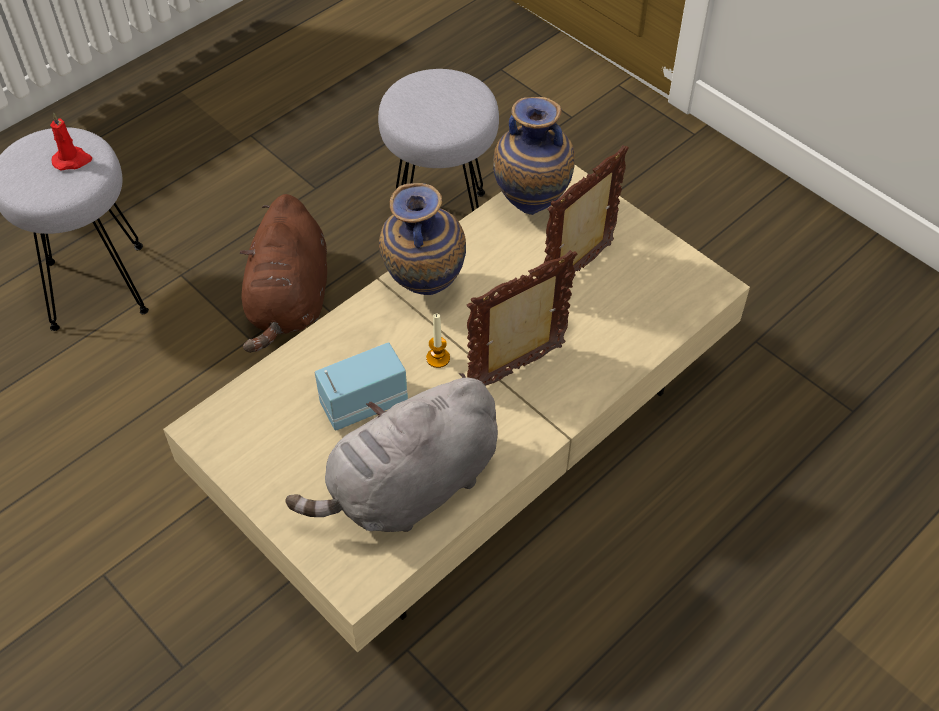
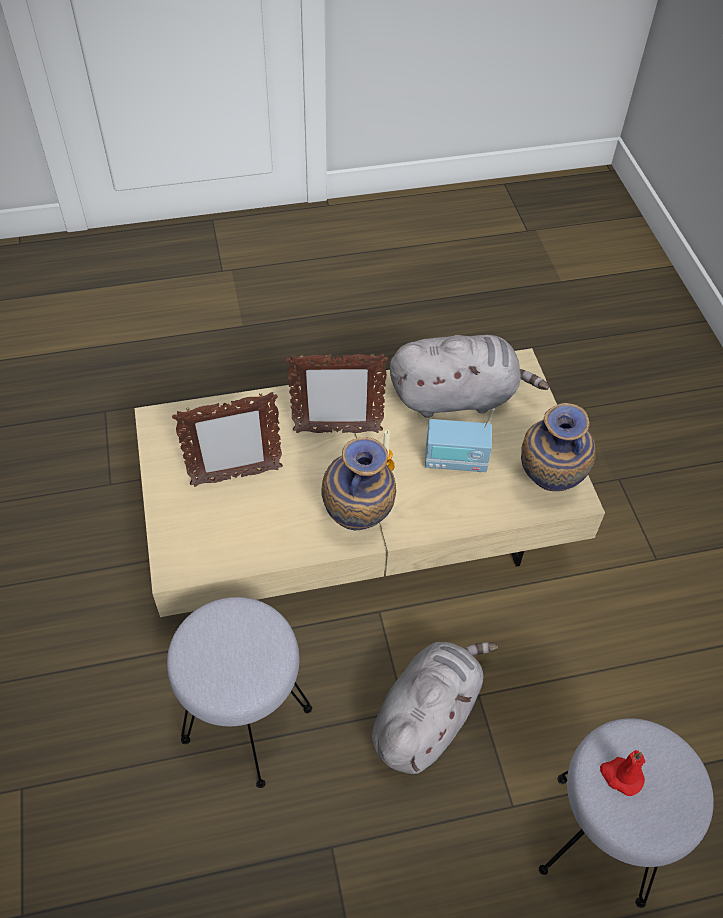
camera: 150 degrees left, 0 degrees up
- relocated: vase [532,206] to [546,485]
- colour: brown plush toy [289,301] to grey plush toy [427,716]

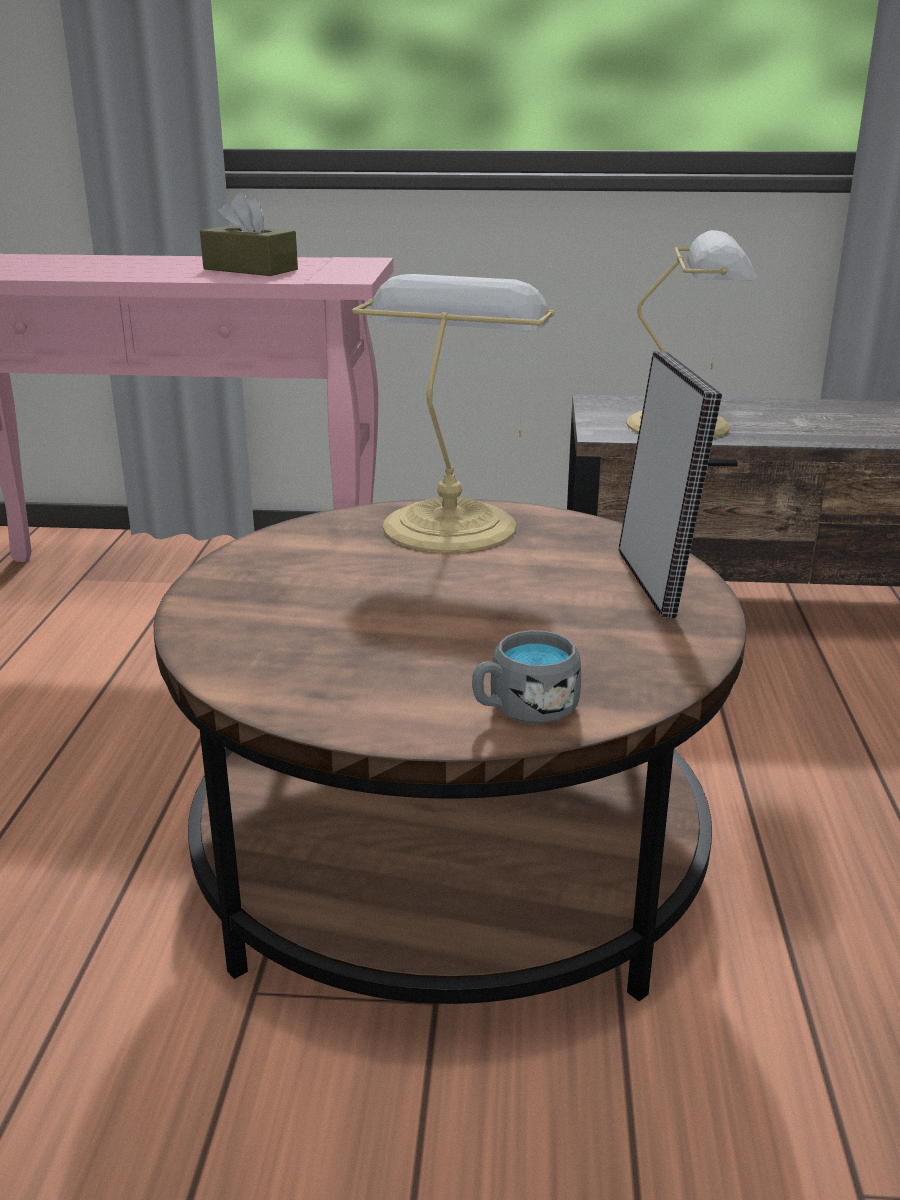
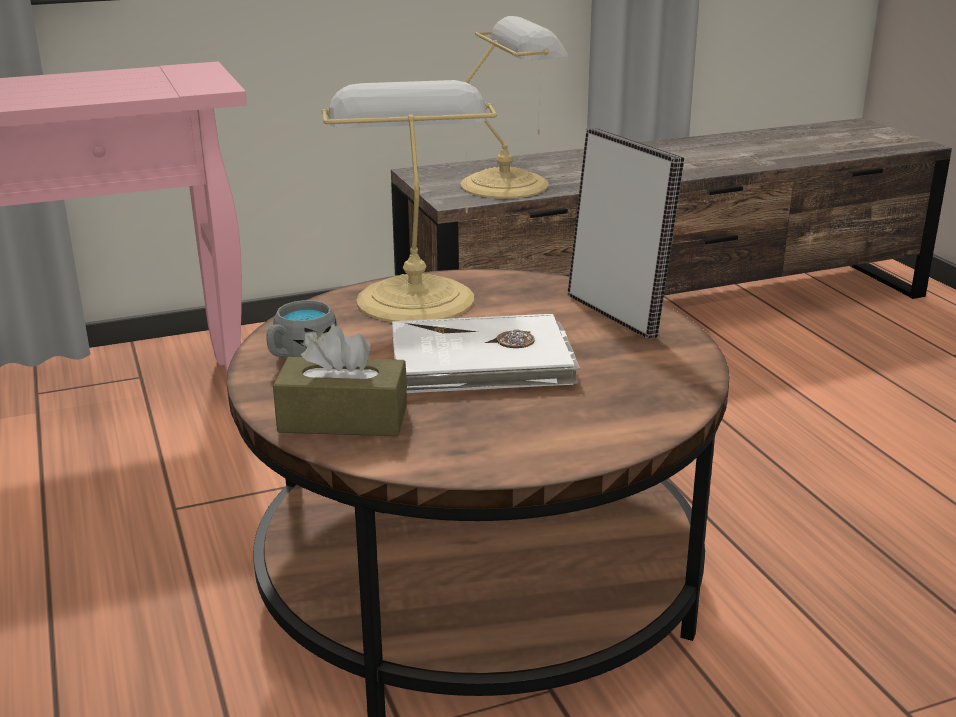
camera: 25 degrees left, 0 degrees up
- appeared: white book [482,363]
- relocated: brown tissue box [250,269] to [343,419]
- relocated: grey mug [523,709] to [300,356]

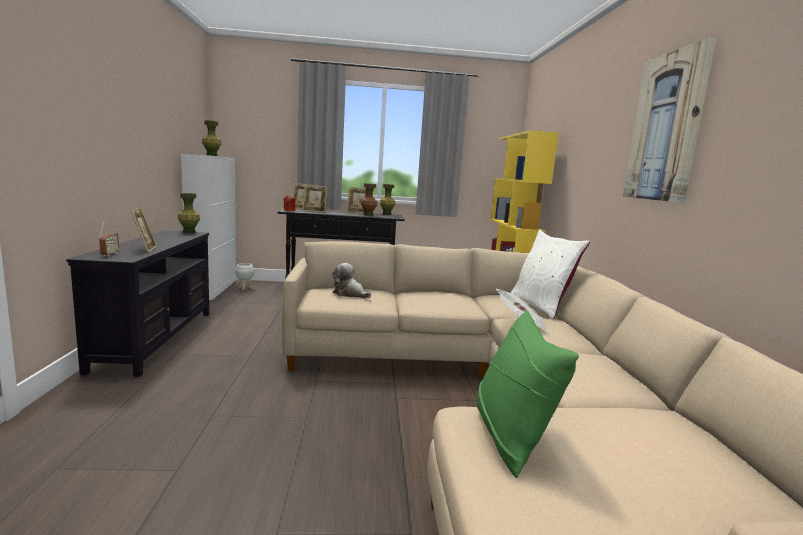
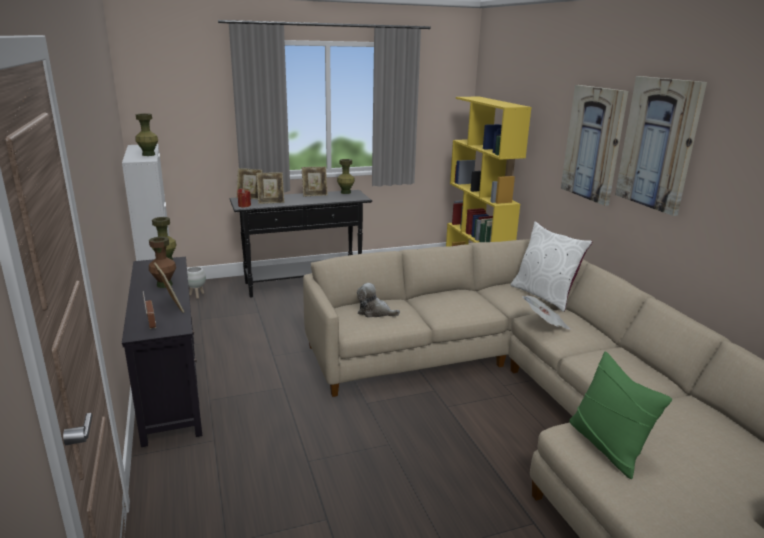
camera: 15 degrees left, 10 degrees up
- appeared: picture [593,143]
- relocated: brown vase [368,215] to [164,285]

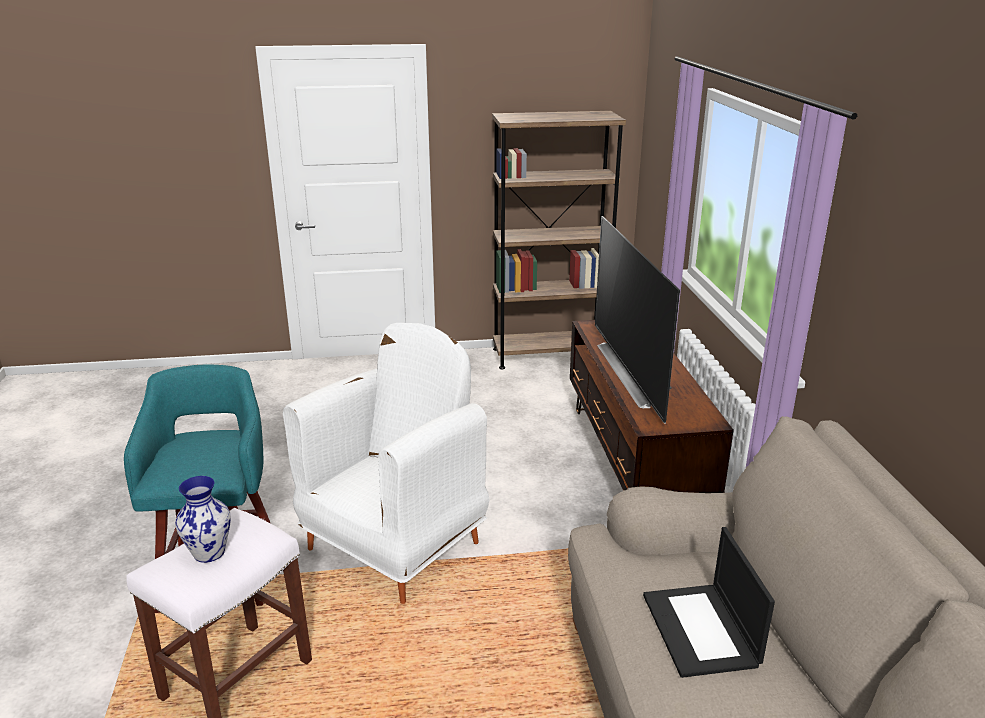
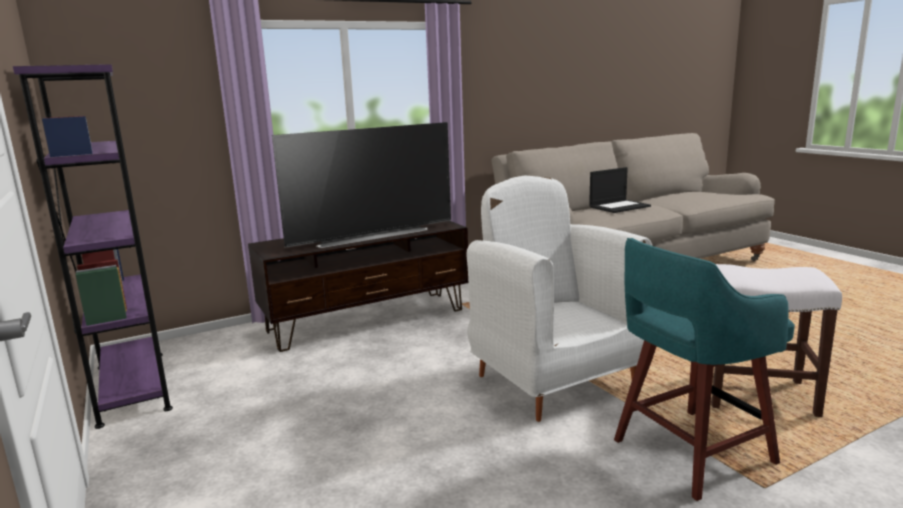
camera: 110 degrees left, 10 degrees down
- missing: vase [209,552]
- colour: brown bookcase [549,355] to purple bookcase [132,387]
- spun: white armchair [396,544] = [554,380] 45 degrees clockwise

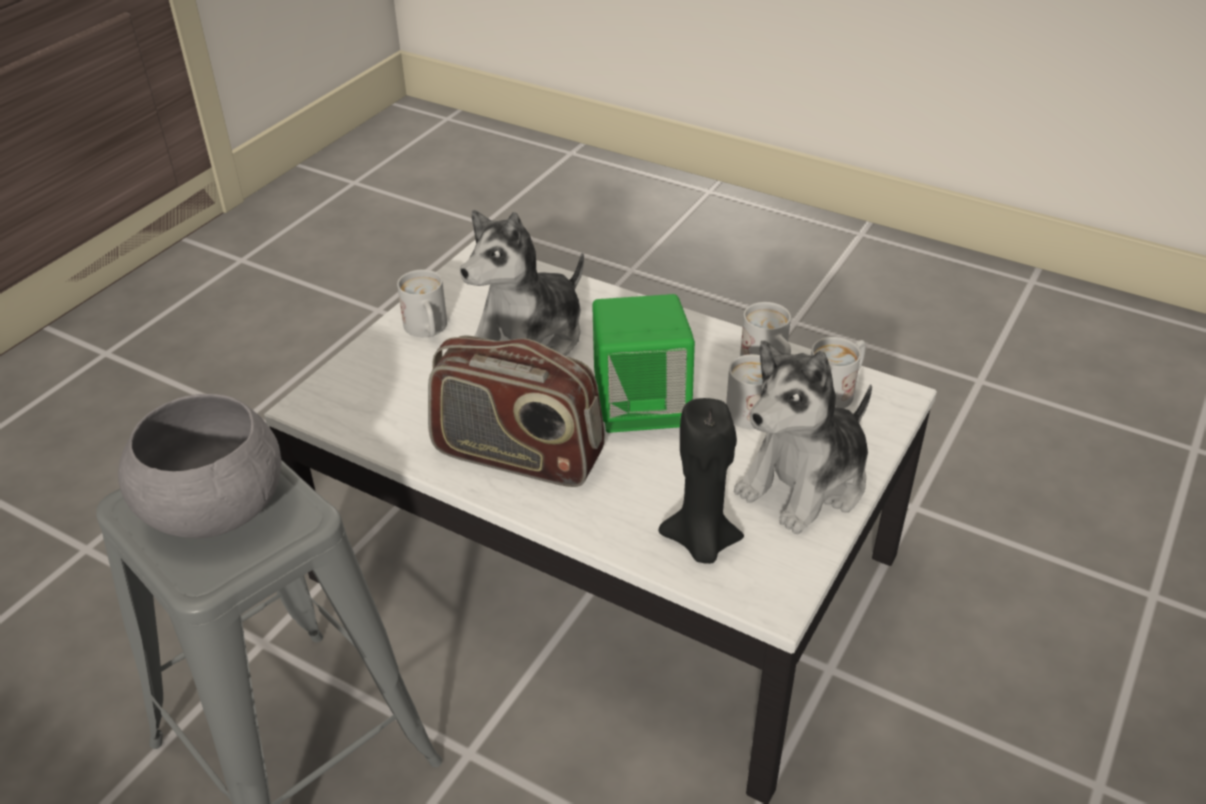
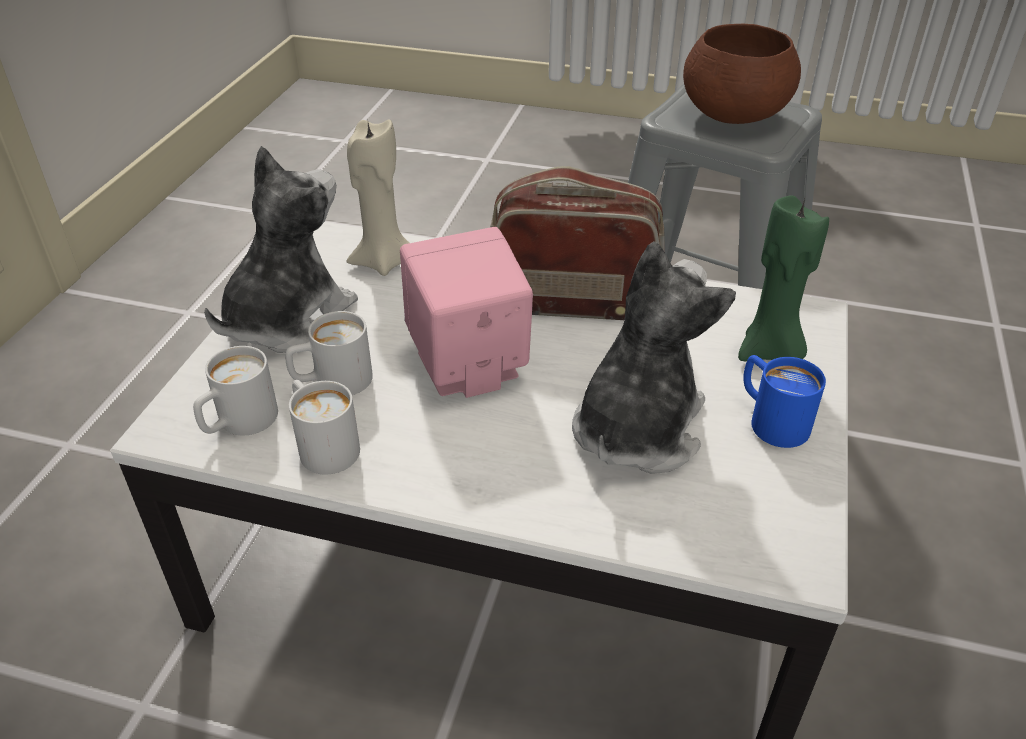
camera: 165 degrees right, 0 degrees up
- appeared: green candle [770,352]
- colour: grey bowl [216,511] to brown bowl [733,116]
- colour: white mug [427,330] to blue mug [770,419]
- colour: green speaker [641,407] to pink speaker [468,366]
- colour: black candle [701,543] to beige candle [383,261]

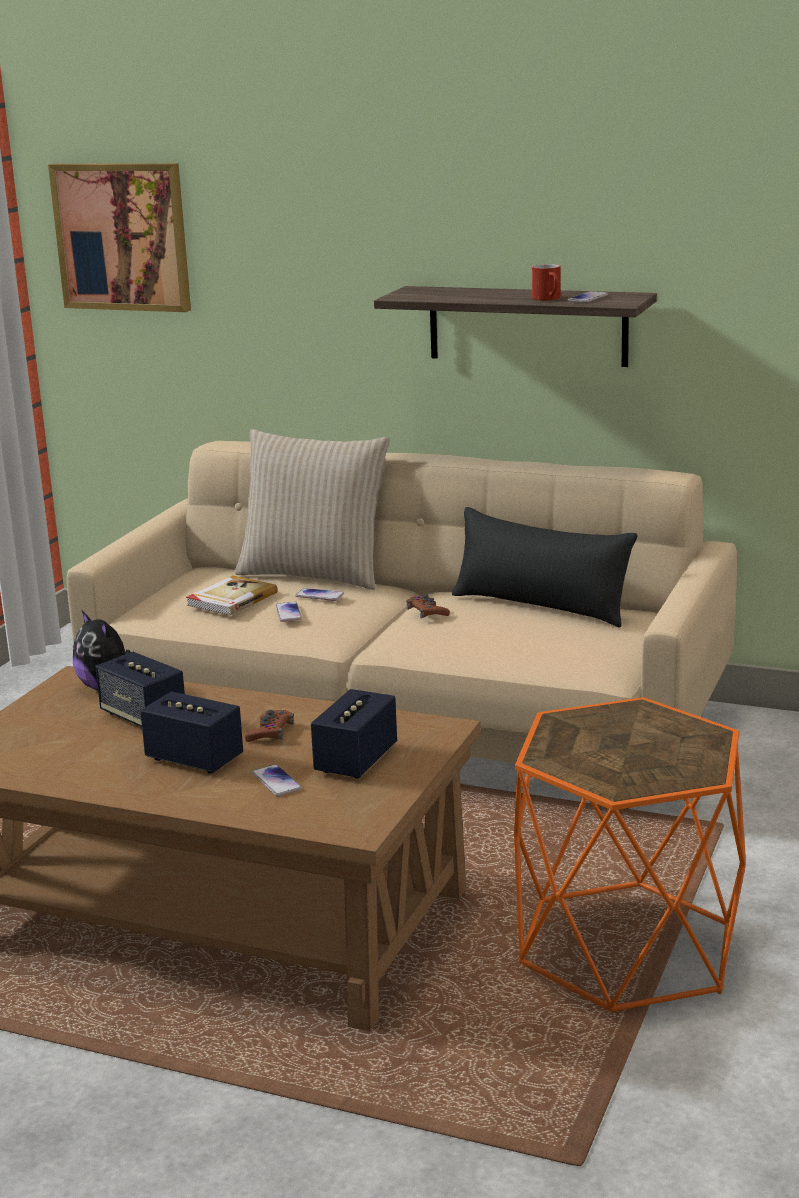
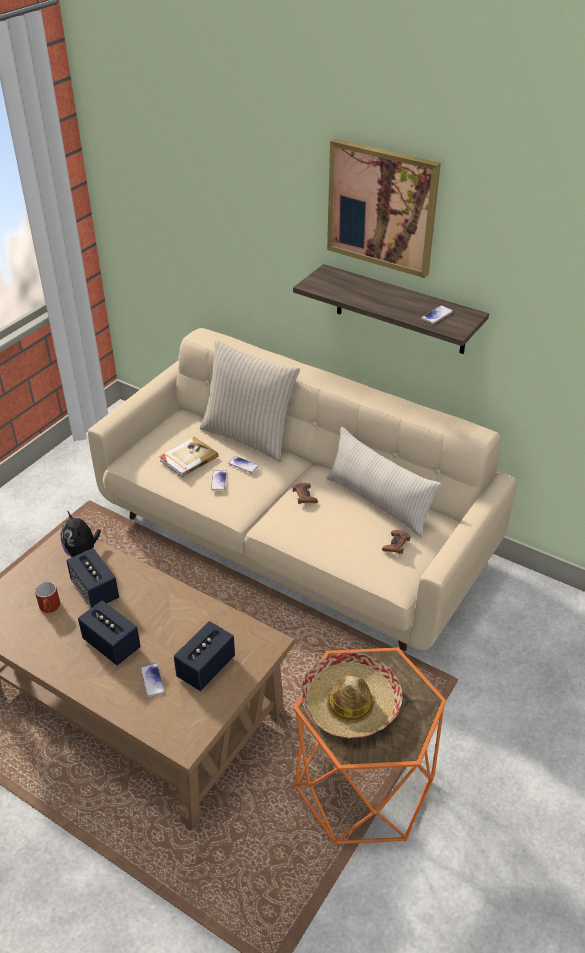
camera: 10 degrees right, 20 degrees up
- appeared: hat [350,703]
- relocated: picture [122,237] to [382,207]
- relocated: brown game controller [270,732] to [396,544]
- relocated: red mug [549,299] to [50,608]
- colour: black pillow [541,606] to beige pillow [378,502]

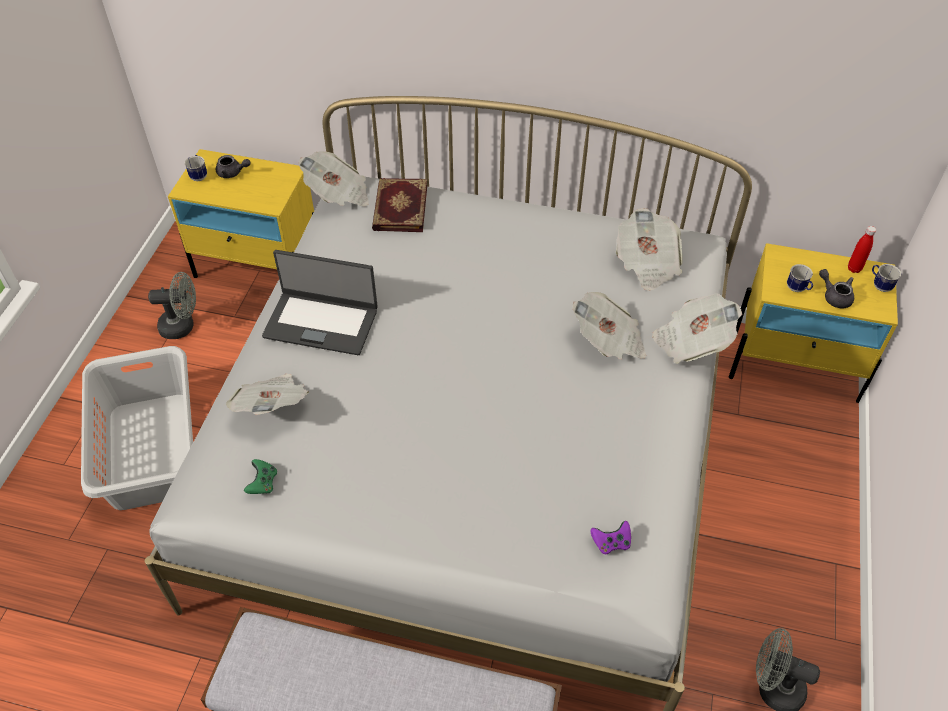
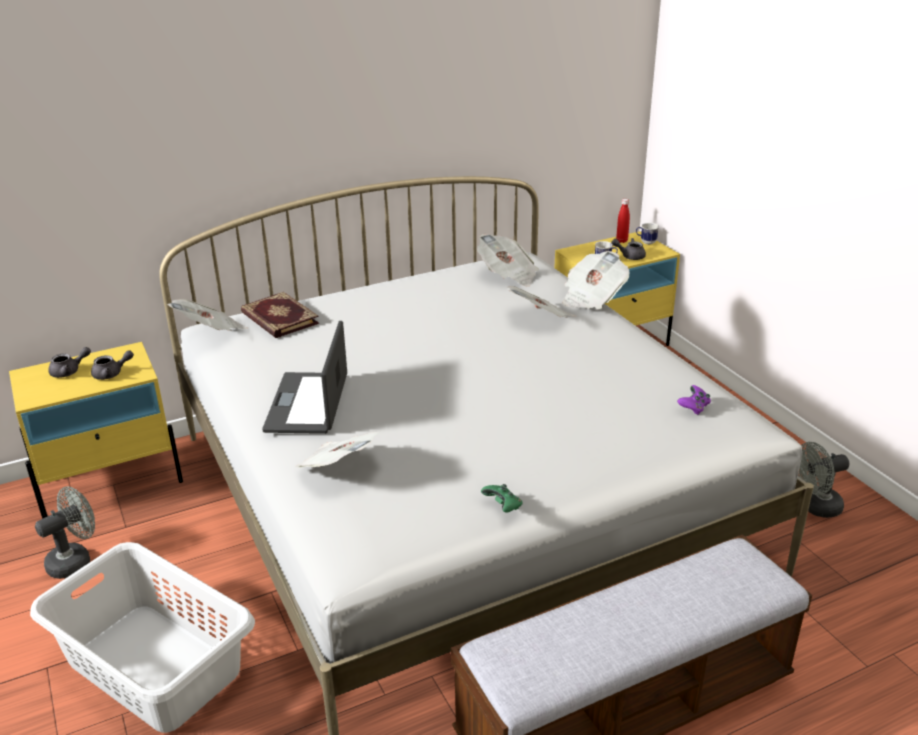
camera: 40 degrees left, 20 degrees down
- missing: mug [199,175]
- appeared: grey teapot [112,374]
- relocated: green game controller [263,483] to [503,506]
- spun: laptop [321,322] = [309,403] 120 degrees clockwise

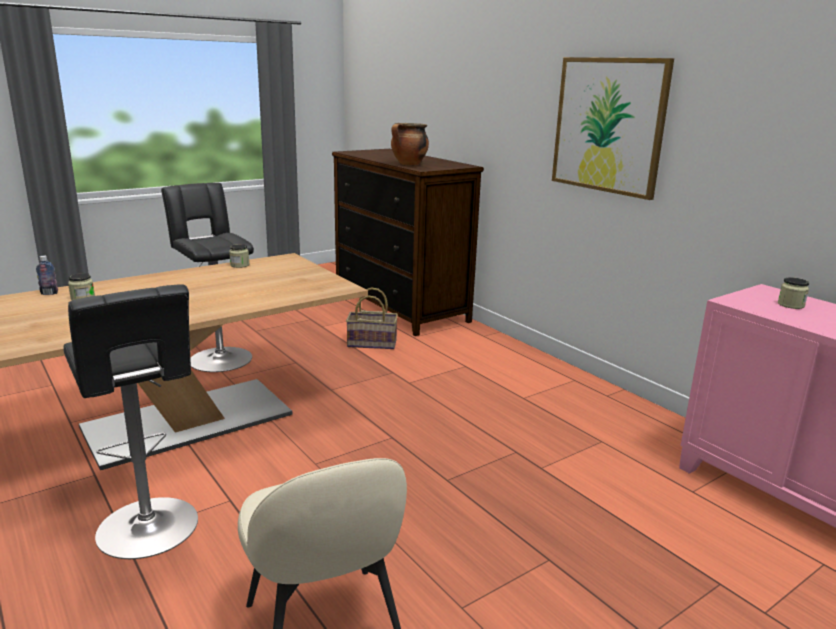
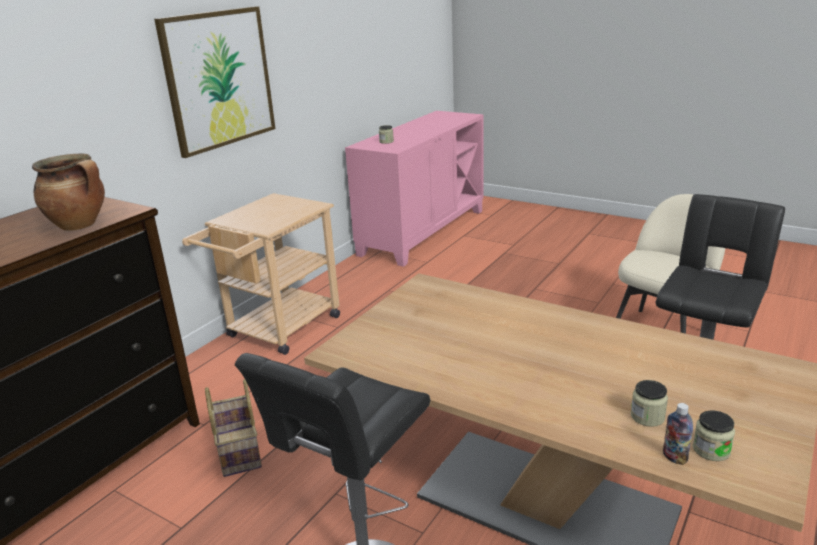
camera: 110 degrees left, 5 degrees up
- appeared: beige cart [278,330]
- relocated: jar [239,265] to [711,450]

